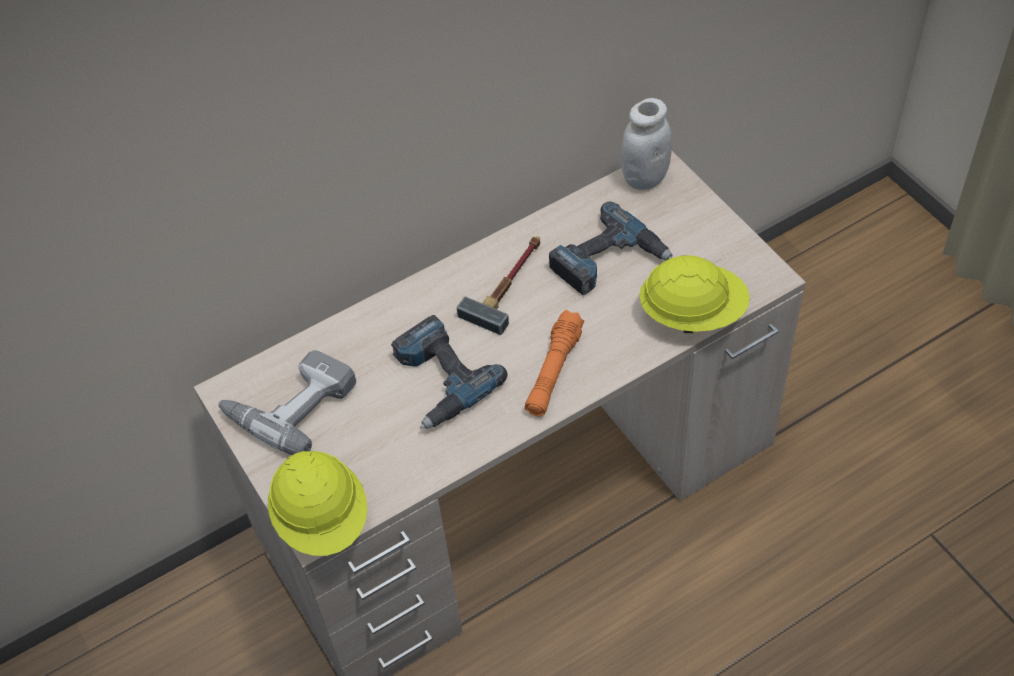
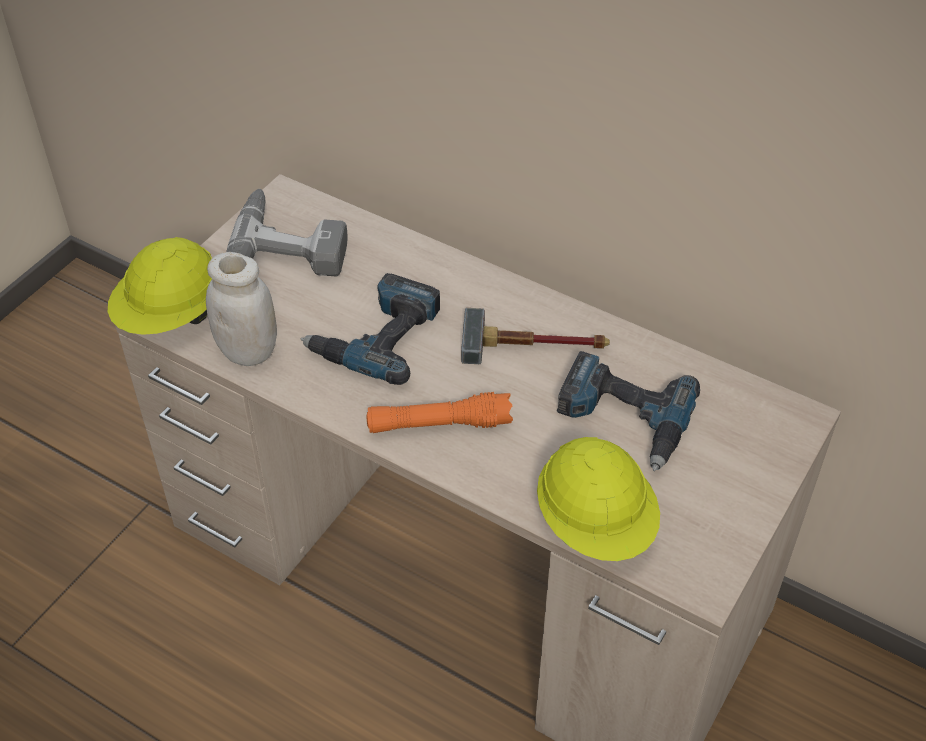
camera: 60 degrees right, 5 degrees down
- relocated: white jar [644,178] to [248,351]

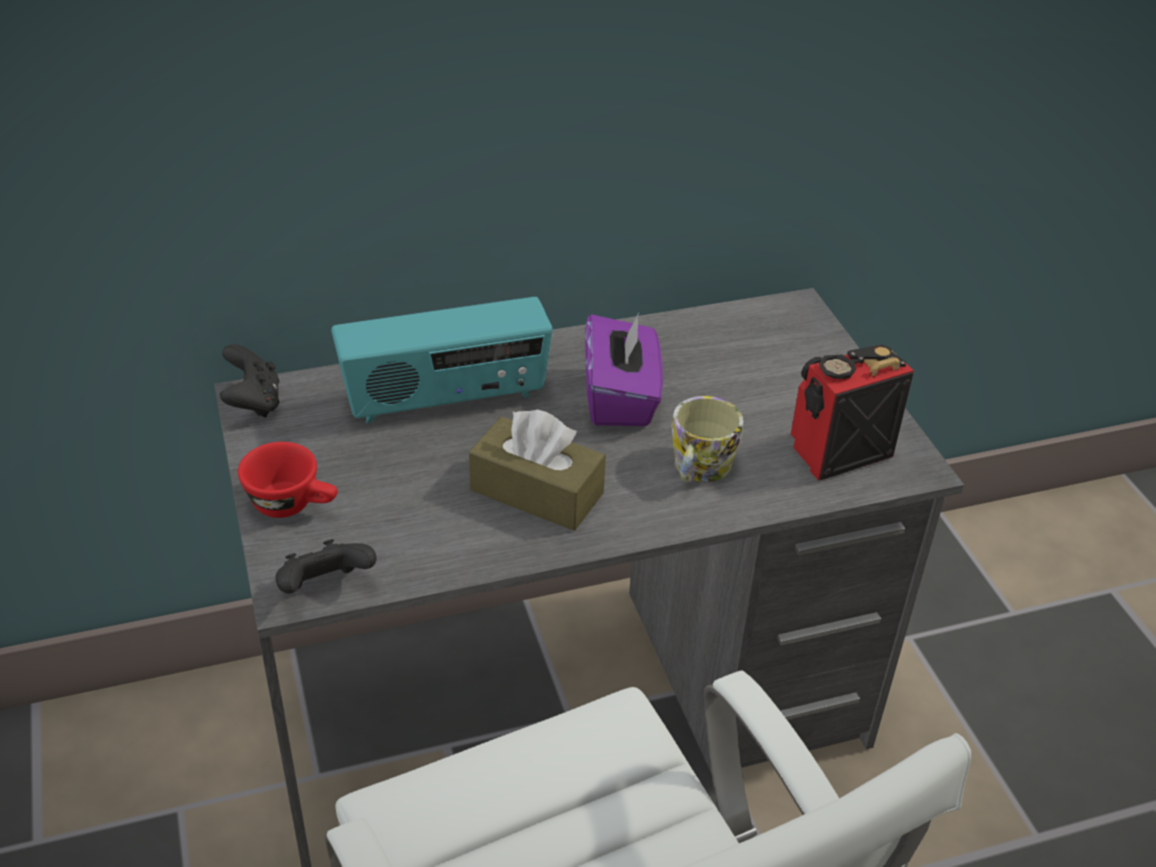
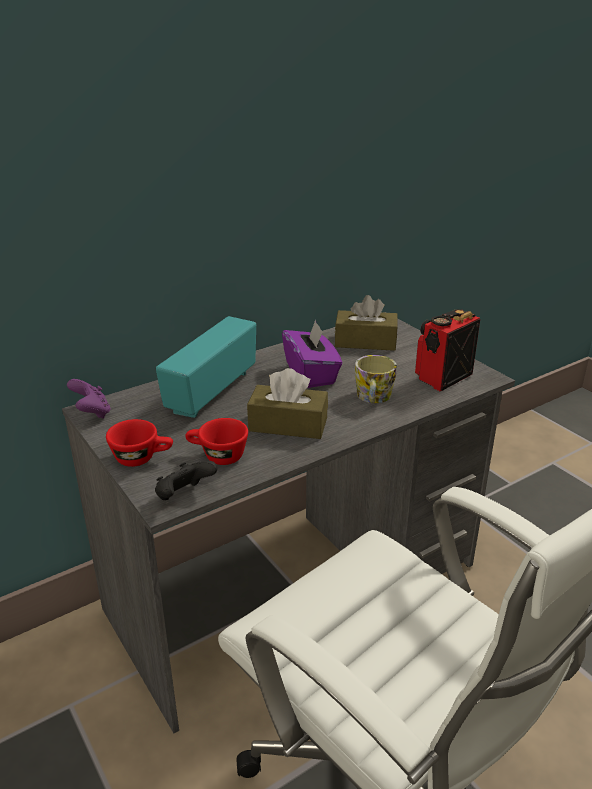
camera: 15 degrees left, 10 degrees down
- appeared: red cup [217,456]
- appeared: brown tissue box [365,342]
- colour: black game controller [253,402] to purple game controller [92,413]
- spun: radio [445,400] = [210,392] 150 degrees clockwise

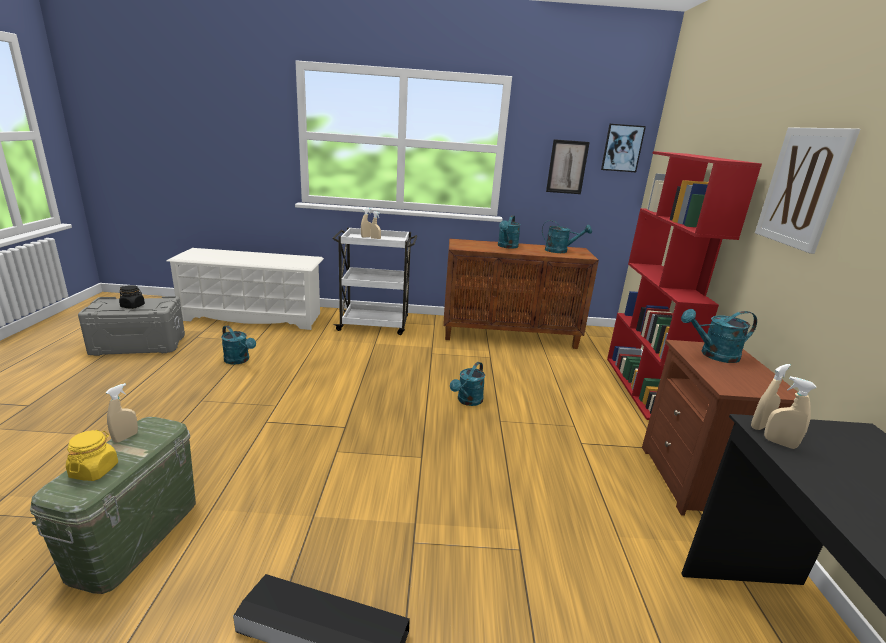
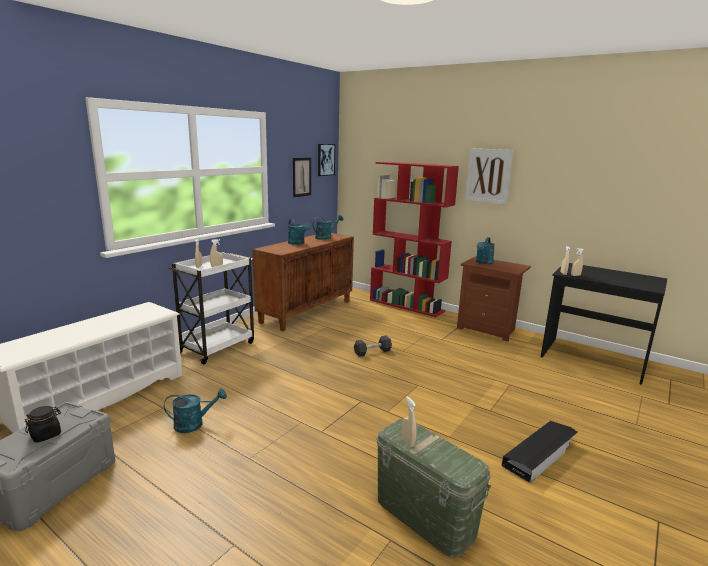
camera: 55 degrees left, 5 degrees down
- missing: yellow jar [94,470]
- exchanged: turquoise watering can [467,401] to black dumbbell [372,352]

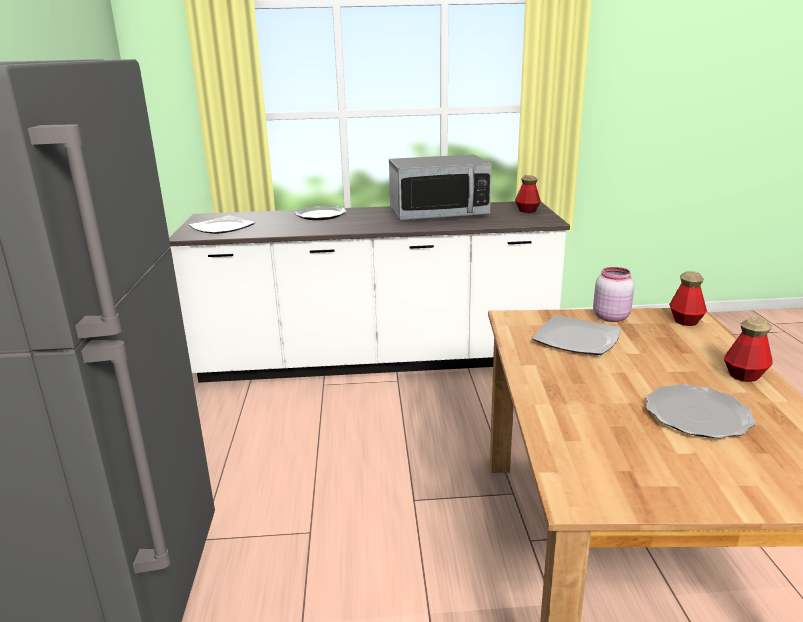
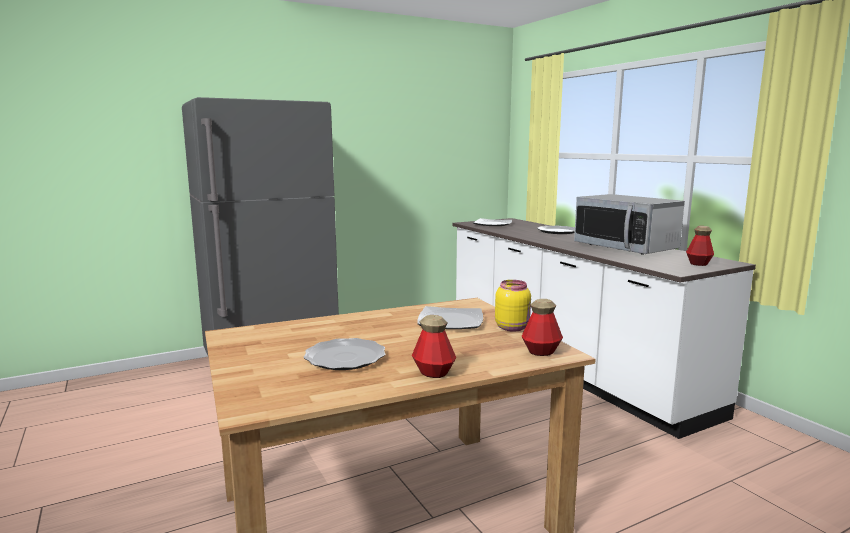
camera: 65 degrees right, 10 degrees down
- colour: pink jar [610,317] to yellow jar [512,327]

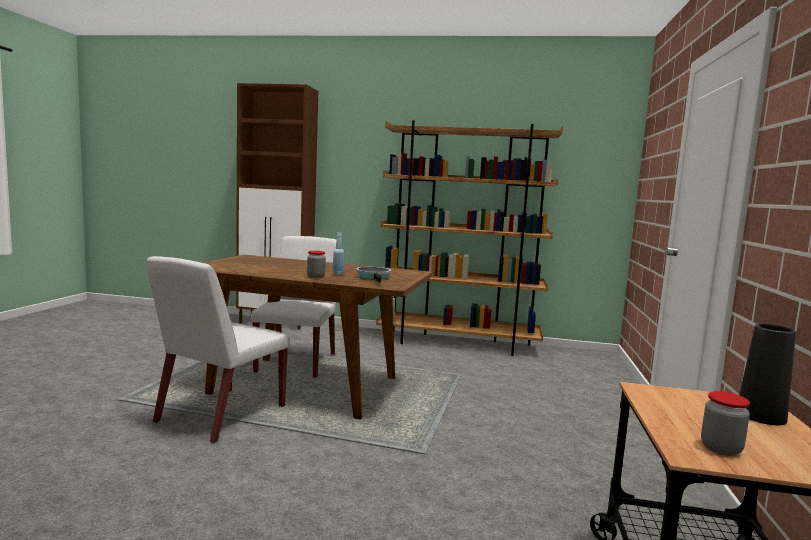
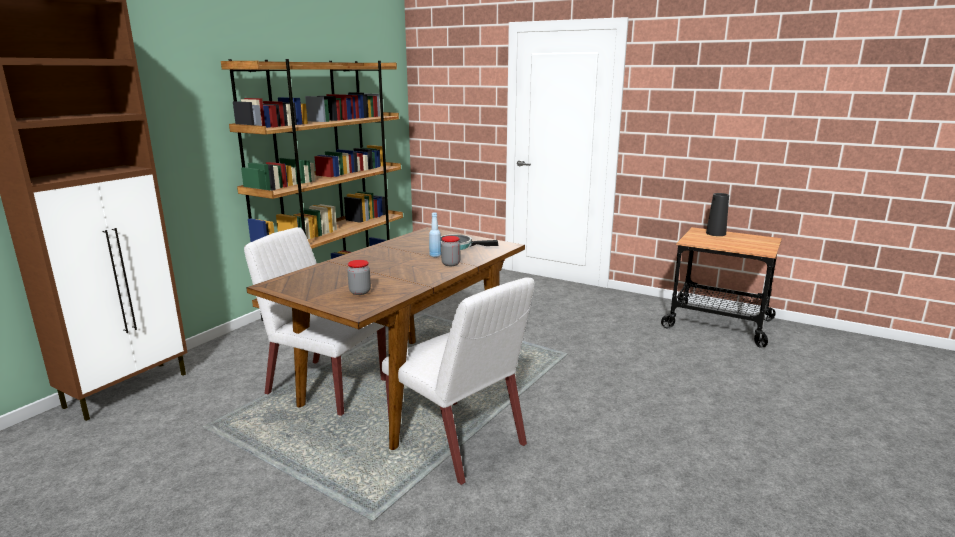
camera: 70 degrees left, 10 degrees up
- relocated: jar [721,449] to [360,292]

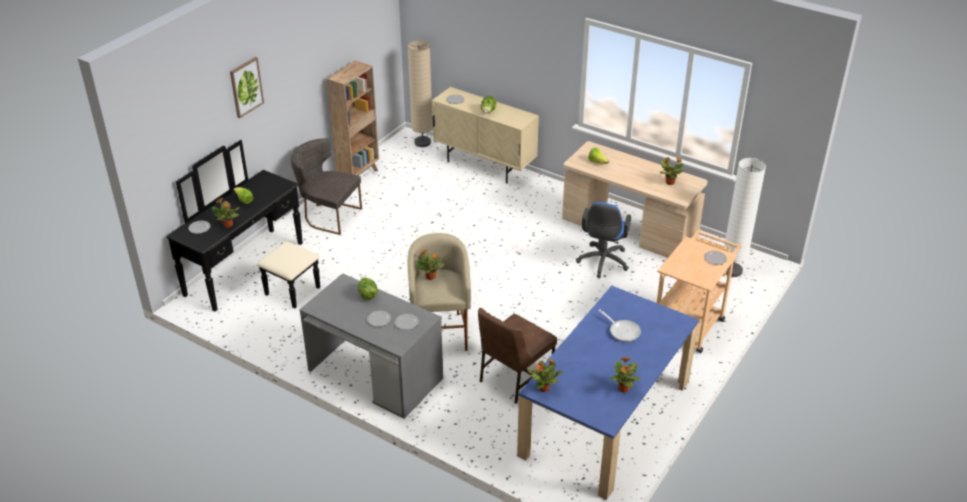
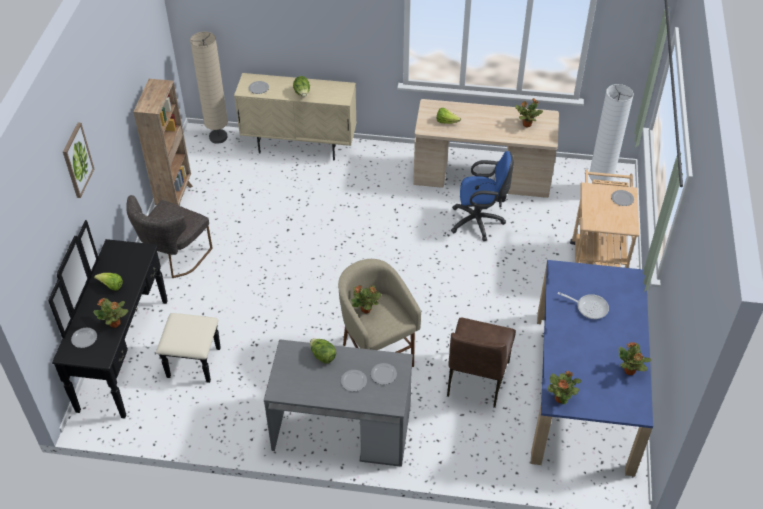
camera: 25 degrees left, 10 degrees up
- spun: grey chair [328,216] = [174,258] 60 degrees counterclockwise
- spun: blue office chair [602,263] = [479,222] 75 degrees counterclockwise

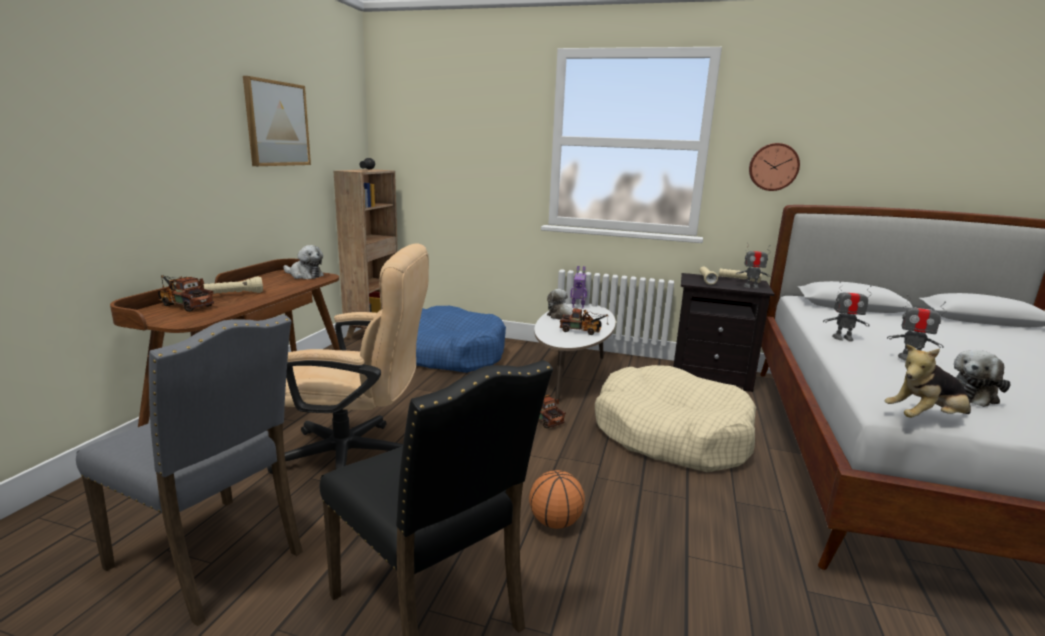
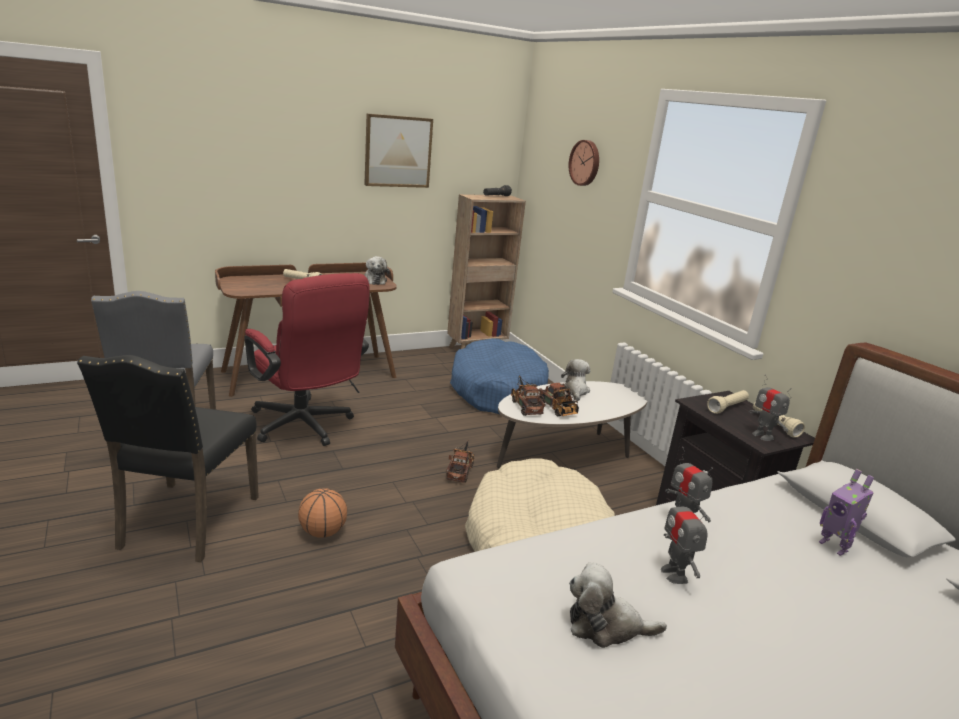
camera: 45 degrees right, 5 degrees up
- missing: plush toy [925,419]
- relocated: toy truck [184,305] to [525,405]
- relocated: toy robot [578,306] to [834,546]
- relocated: wall clock [773,167] to [585,163]
- colour: beige office chair [358,456] to red office chair [305,427]

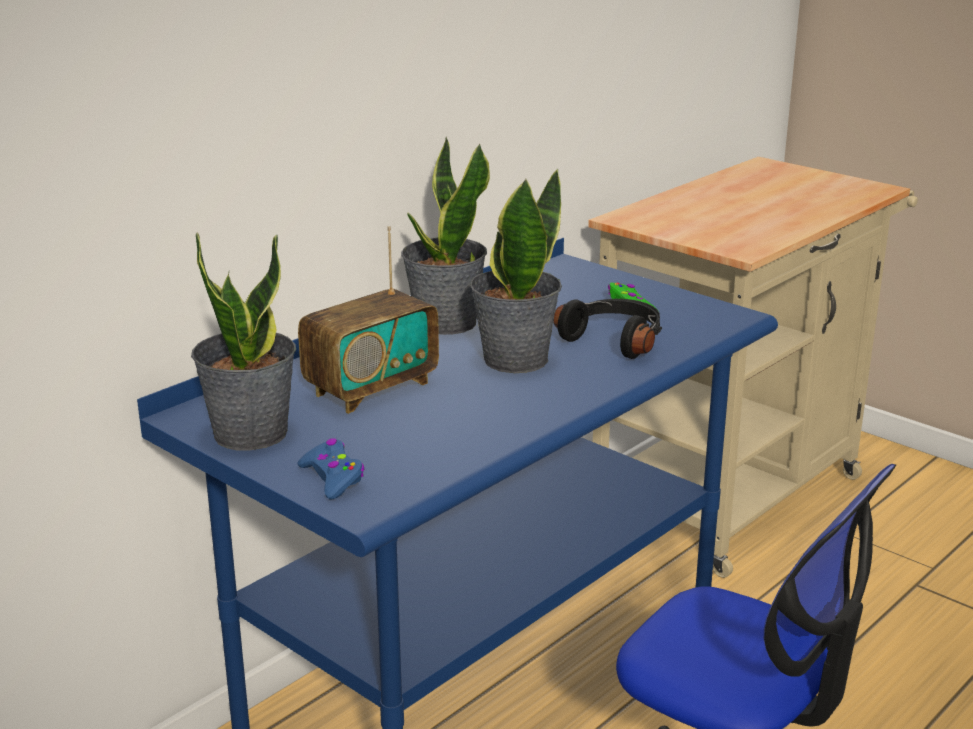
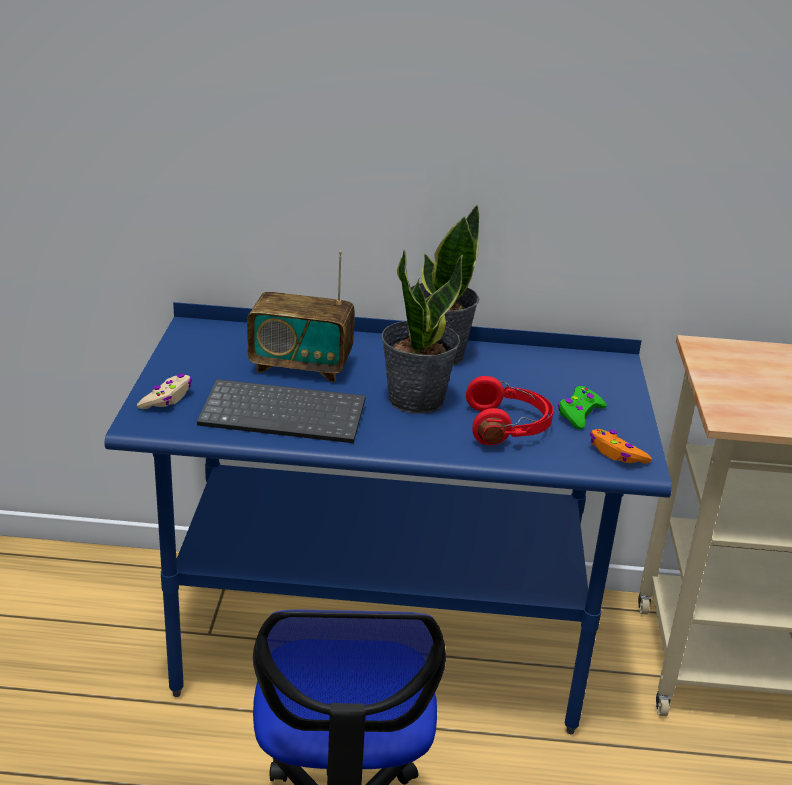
camera: 50 degrees right, 5 degrees up
- missing: potted plant [250,433]
- appeared: keyboard [285,414]
- appeared: orange game controller [616,454]
- colour: blue game controller [333,478] to beige game controller [167,399]
- colour: black headphones [615,340] to red headphones [508,427]

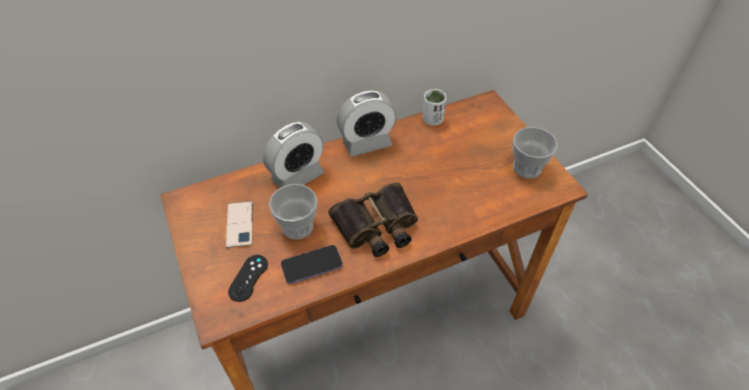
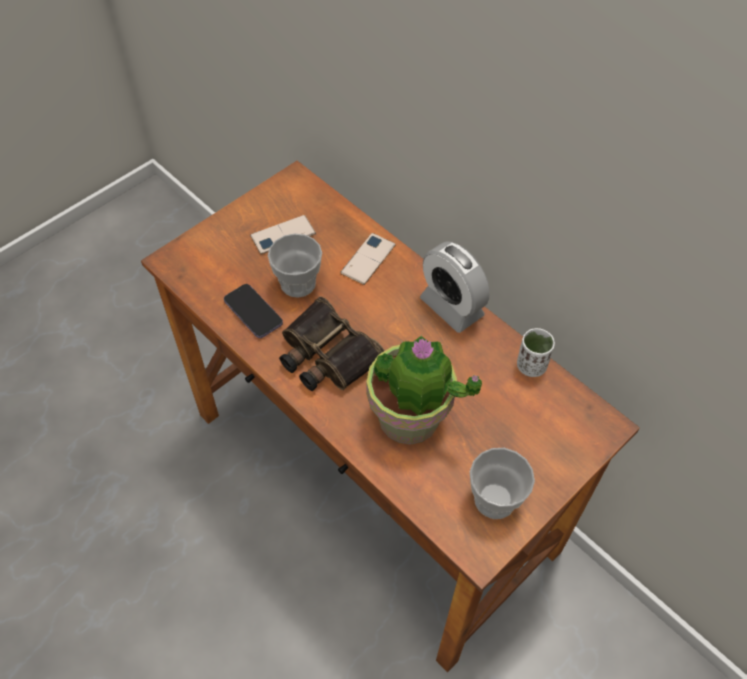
camera: 70 degrees right, 5 degrees up
- missing: black game controller [248,278]
- appeared: potted plant [409,418]
- exchanged: alarm clock [297,176] to phone [368,259]

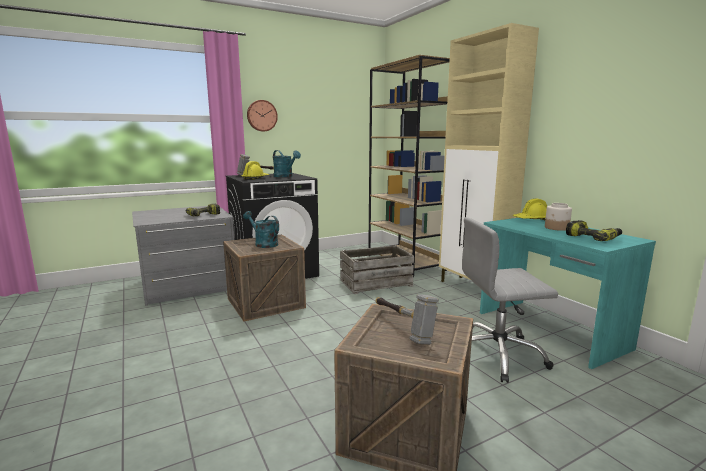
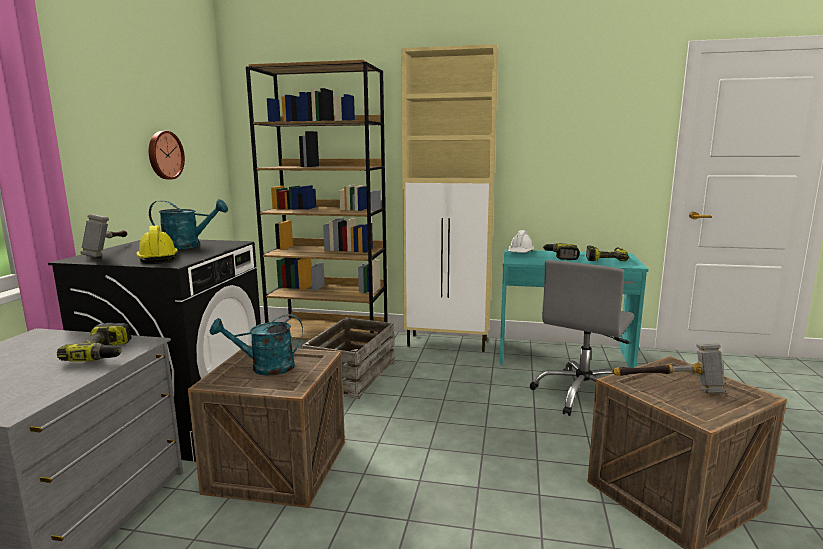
camera: 50 degrees left, 0 degrees up
- relocated: wall clock [261,115] to [164,155]
- exchanged: jar [556,228] to power drill [561,256]
- colour: yellow hard hat [531,219] to white hard hat [520,252]

